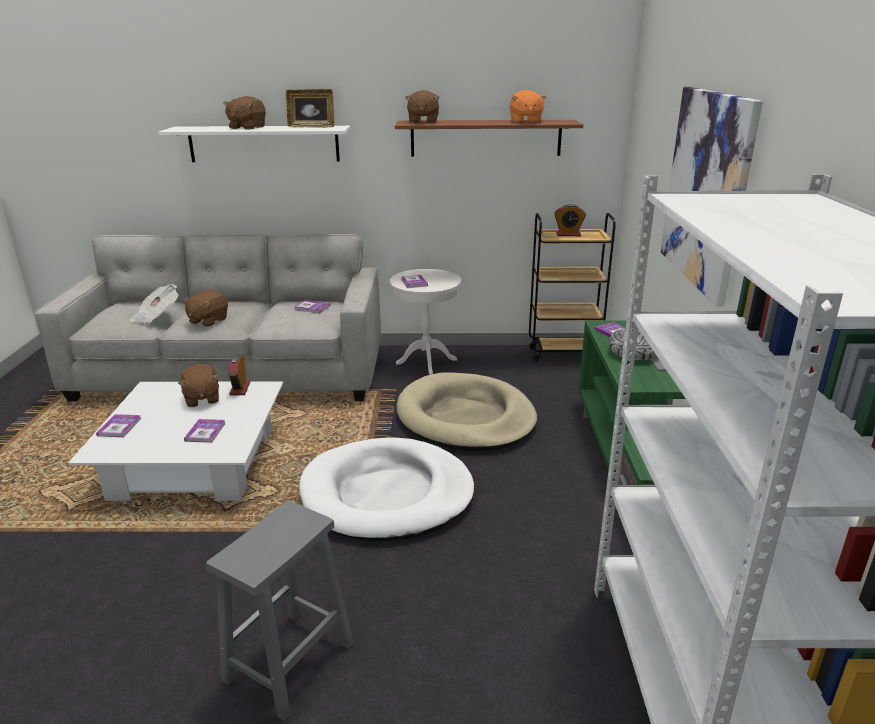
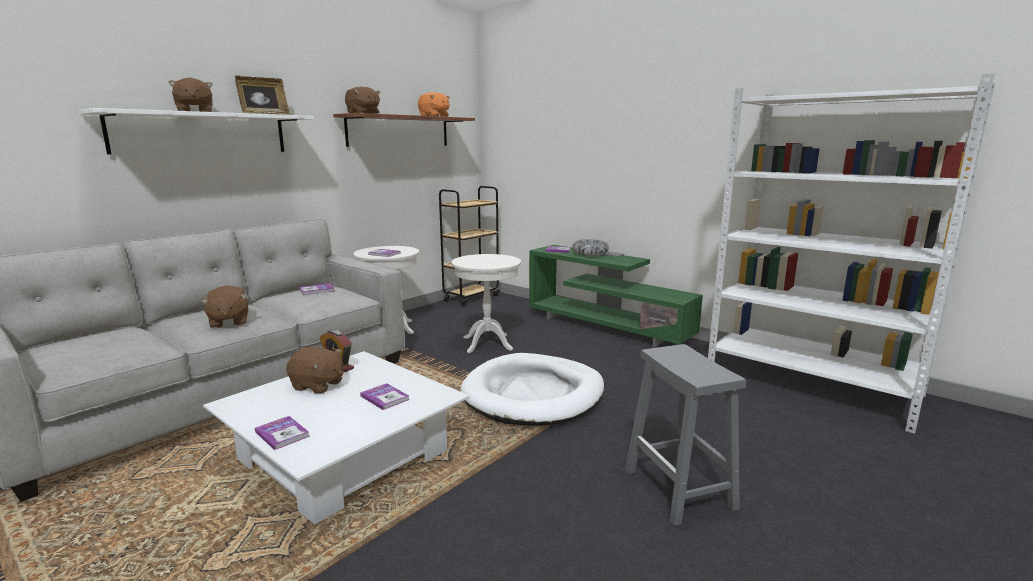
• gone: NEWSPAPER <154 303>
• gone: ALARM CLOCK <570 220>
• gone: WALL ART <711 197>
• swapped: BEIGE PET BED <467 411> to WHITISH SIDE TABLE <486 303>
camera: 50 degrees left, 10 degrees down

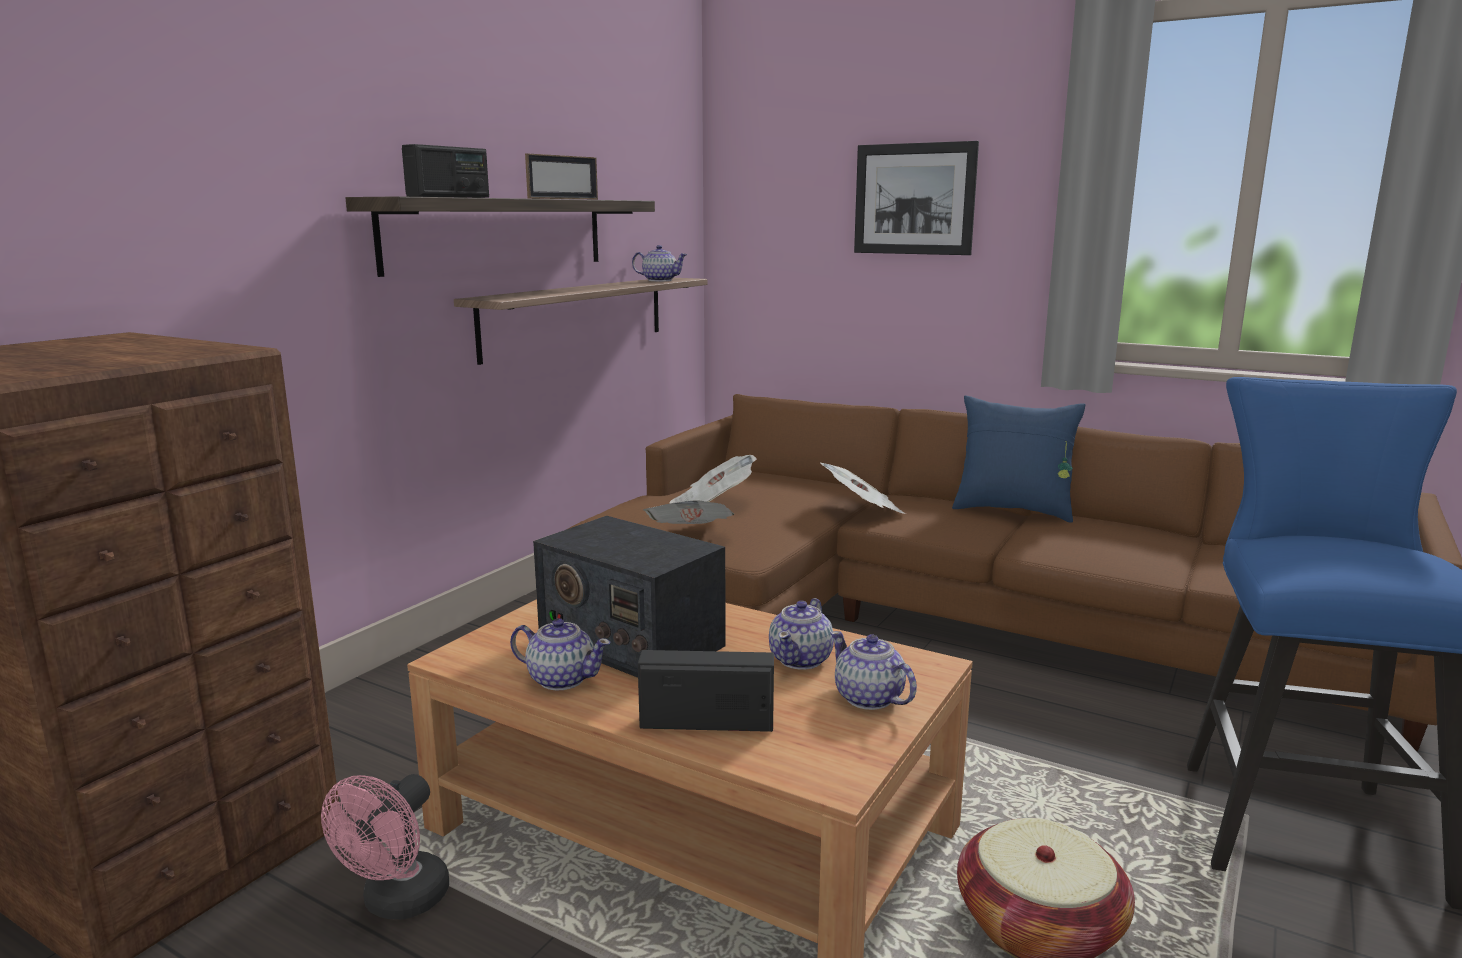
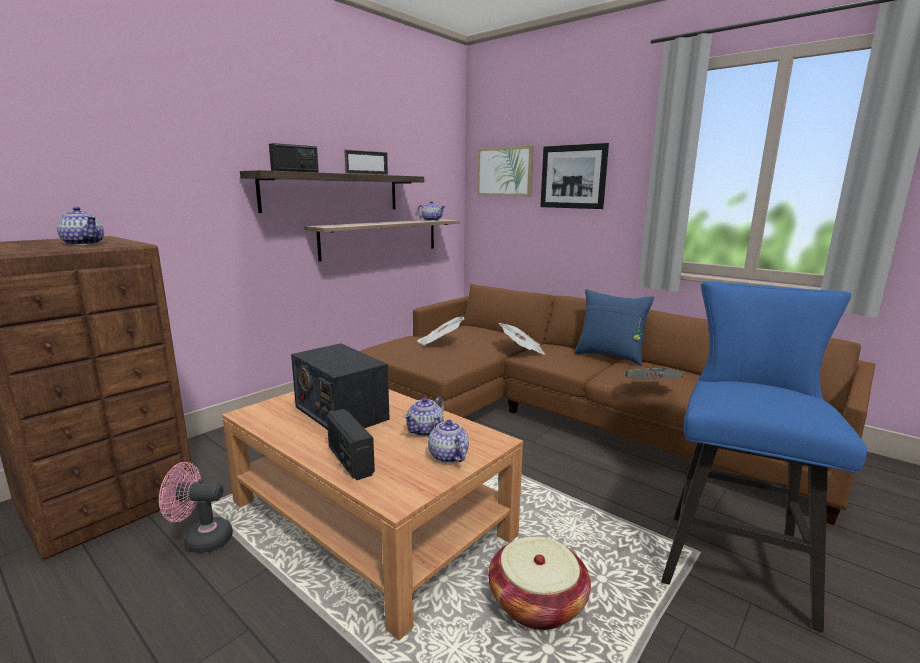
• new: WALL ART <505 171>
• shifted: POT FOR TEA <560 654> to <80 226>
• shifted: NEWSPAPER <688 512> to <653 374>
• rotated: PINKISH FAN <385 847> = <196 507> 60 degrees clockwise
• rotated: RADIO <706 691> = <351 444> 135 degrees counterclockwise
camera: 10 degrees right, 0 degrees up

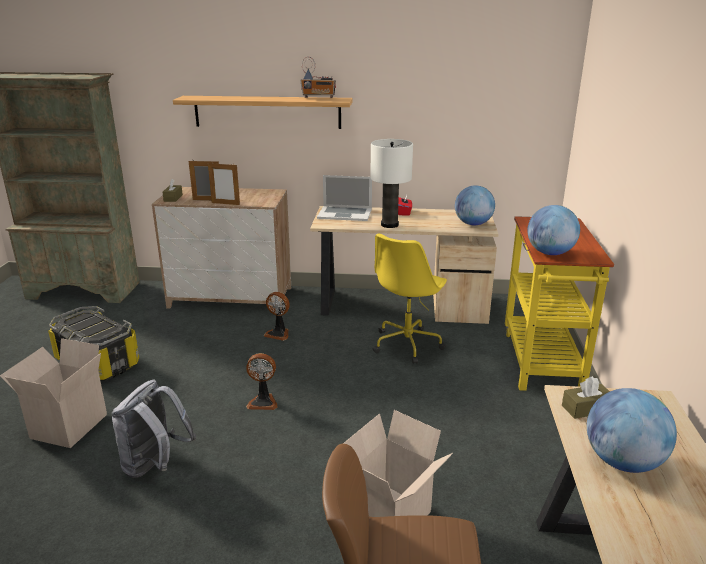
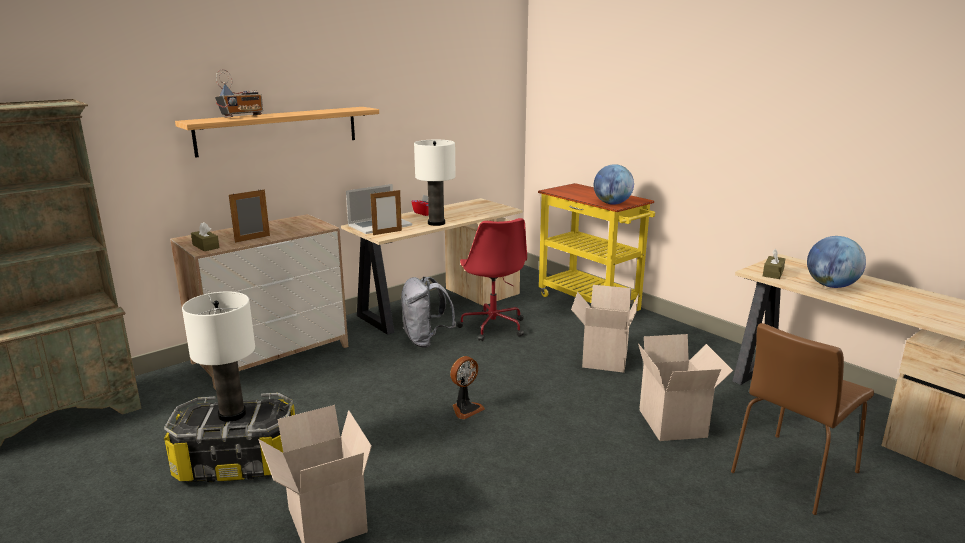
• gone: FAN <277 316>
• gone: GLOBE <475 205>
• new: WHITISH TABLETOP LAMP <218 356>
• new: PACKING BOX <605 329>
• shifted: GRAY RUCKSACK <154 429> to <428 312>
• shifted: STANDING FRAME <224 183> to <386 212>
• shifted: RADIO <318 77> to <239 93>
• repainted: YELLOW DESK CHAIR <410 298> to RED DESK CHAIR <492 279>
camera: 45 degrees left, 5 degrees down

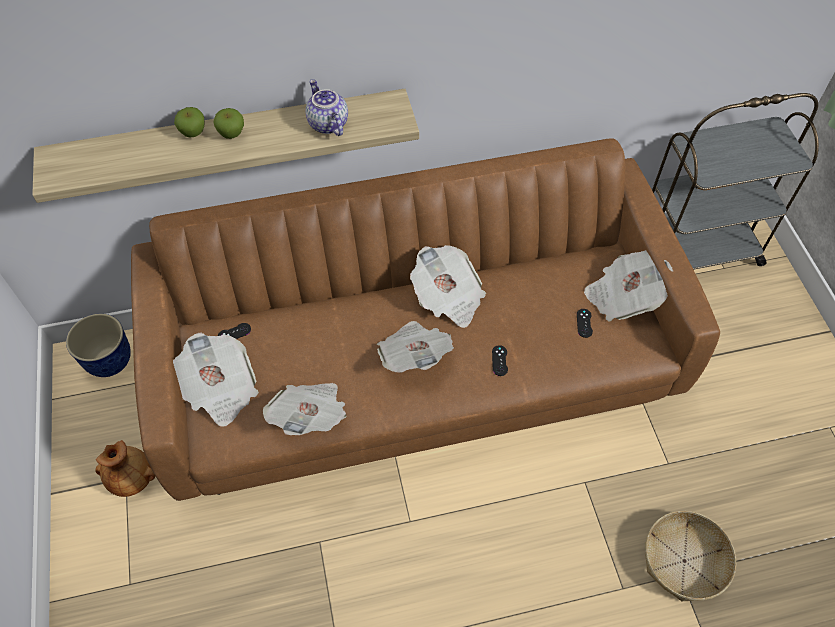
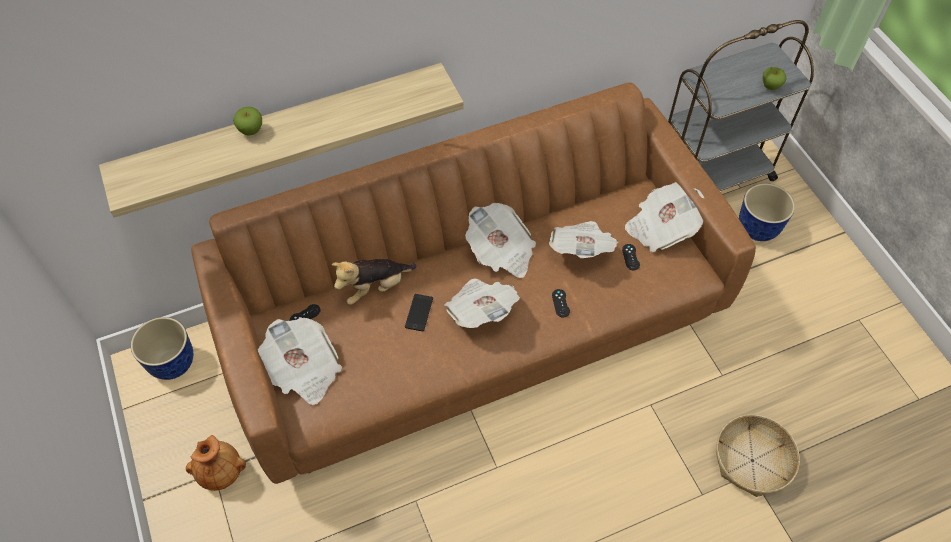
• gone: POT FOR TEA <327 107>
• new: SOFT TOY <374 282>
• new: PHONE <419 312>
• new: PLANTER <767 212>
• shifted: APPLE <228 123> to <774 78>
• shifted: NEWSPAPER <305 409> to <583 239>
camera: 10 degrees left, 0 degrees up

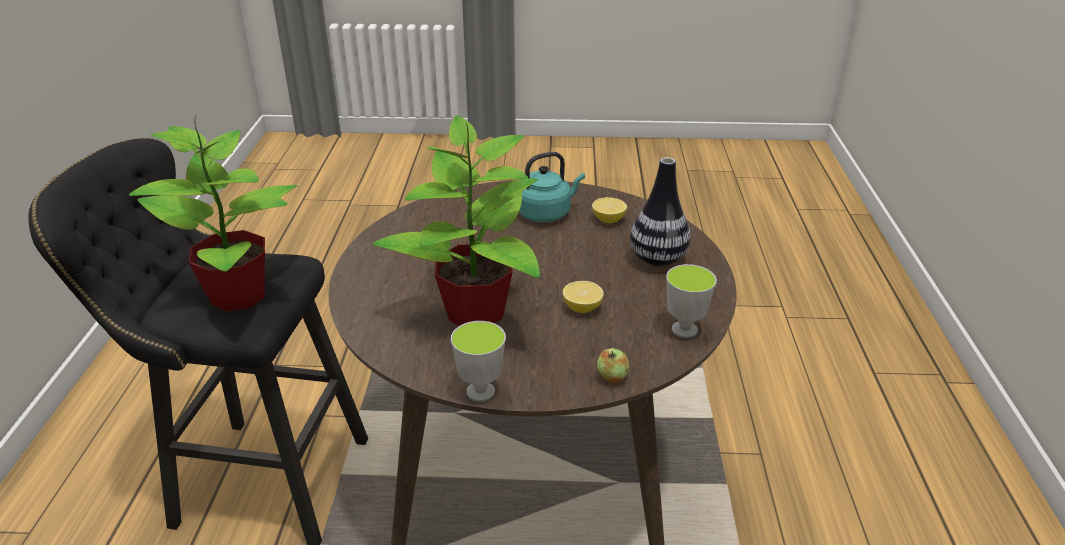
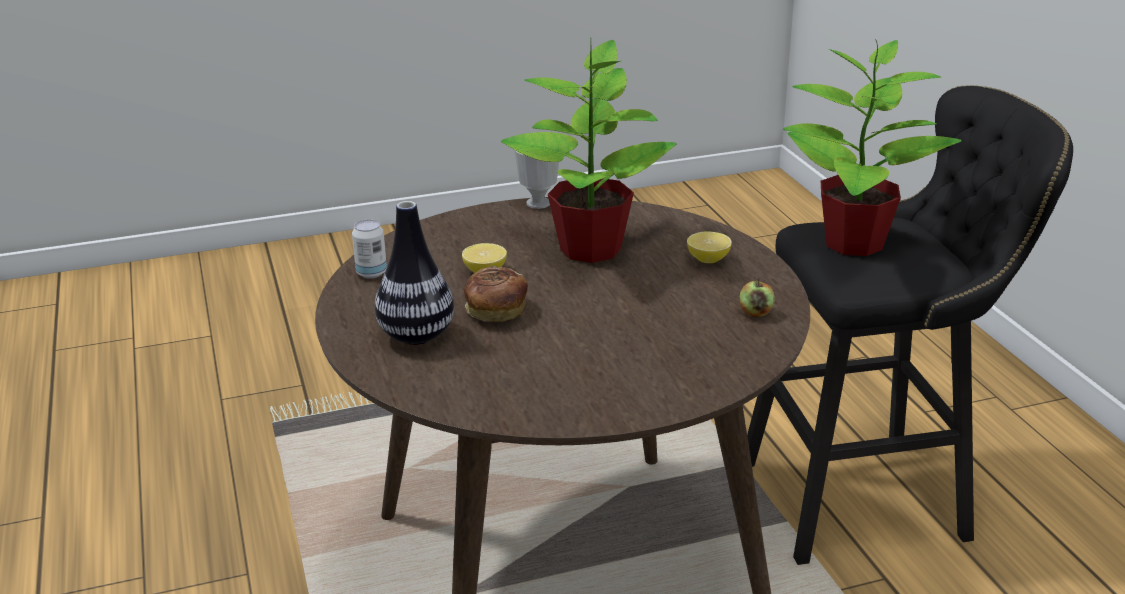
• gone: BLUE-GREEN WATER KETTLE <552 187>
• new: BAKERY BREAD <496 294>
• shifted: WHOLE LEMON <609 210> to <709 247>
• shifted: APPLE <613 365> to <757 297>
• swapped: CUP <691 301> to SEALED CAN <369 249>
camera: 160 degrees right, 5 degrees down

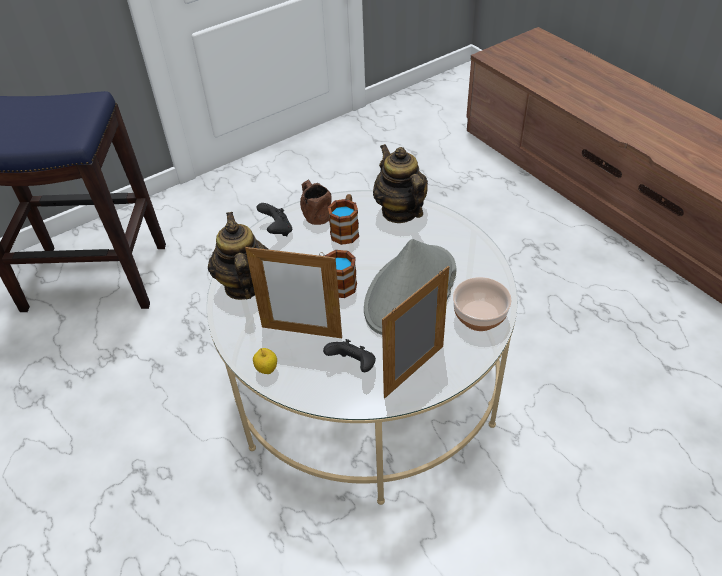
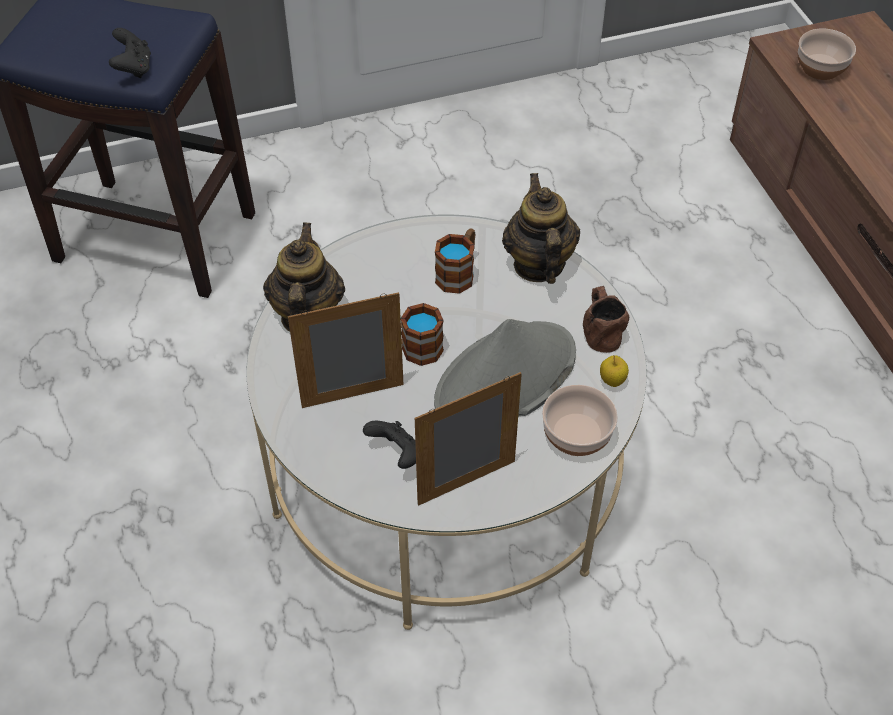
• new: BOWL <827 54>
• shifted: APPLE <265 361> to <614 371>
• shifted: BLACK GAME CONTROLLER <274 219> to <130 53>
• shifted: BROWN TEA MUG <316 202> to <606 319>
• rotated: STANDING FRAME <293 291> = <346 350> 135 degrees clockwise
camera: 15 degrees right, 5 degrees up

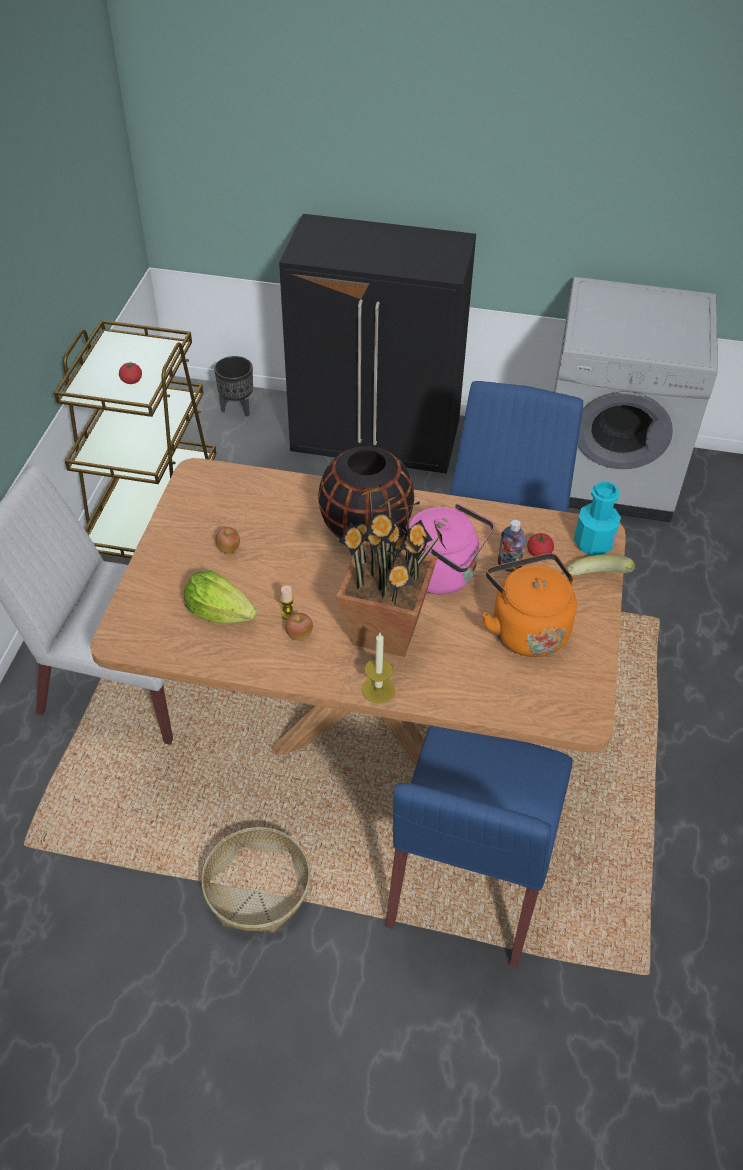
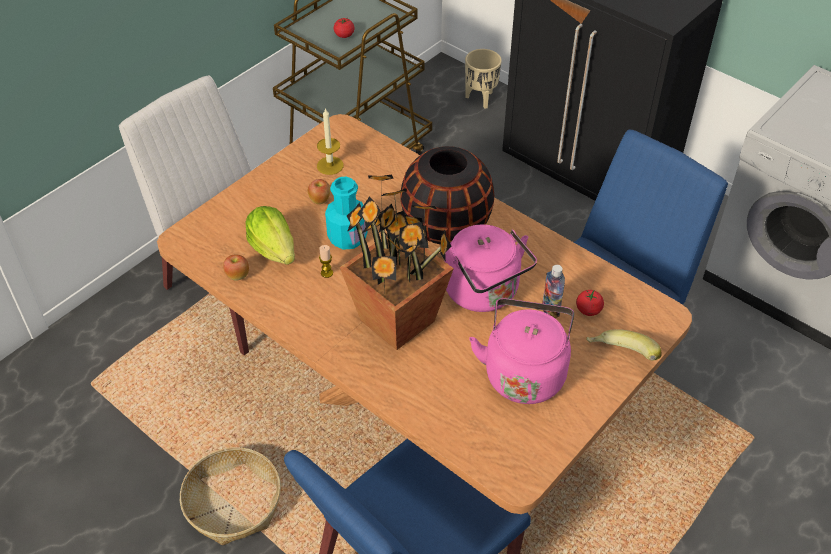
• shifted: APPLE <299 627> to <236 267>
• shifted: WAX LIGHT <378 668> to <330 141>
• shifted: BLUE-GREEN BOTTLE <597 519> to <346 213>
• repainted: BLACK PLANTER <233 386> to BEIGE PLANTER <483 79>
• repainted: ORANGE-COLOURED WATER KETTLE <529 605> to PINKISH WATER KETTLE <521 351>
camera: 30 degrees right, 0 degrees up

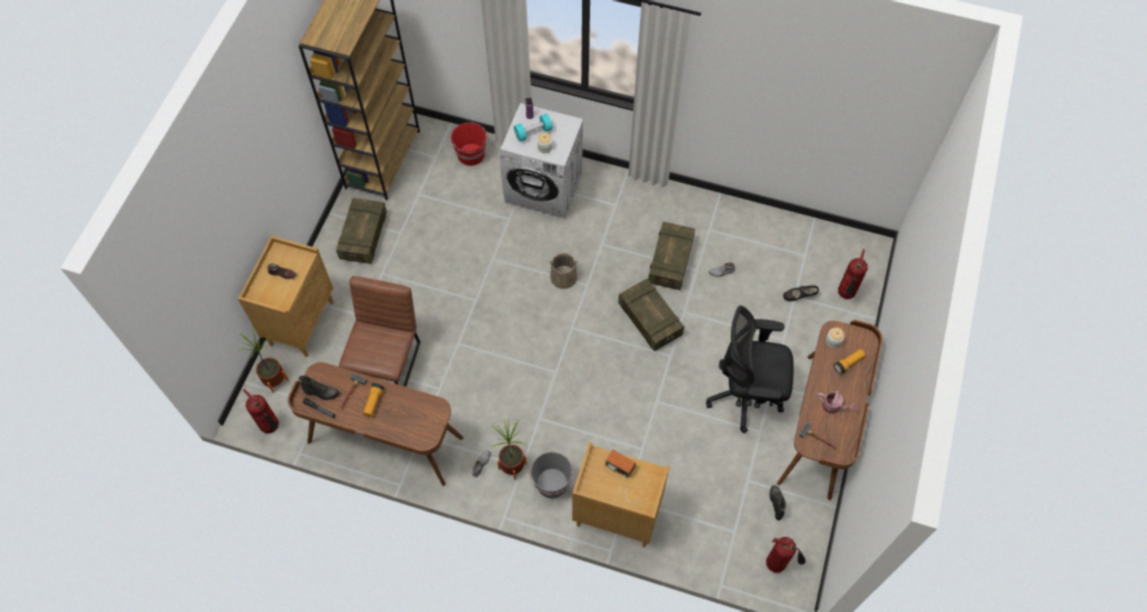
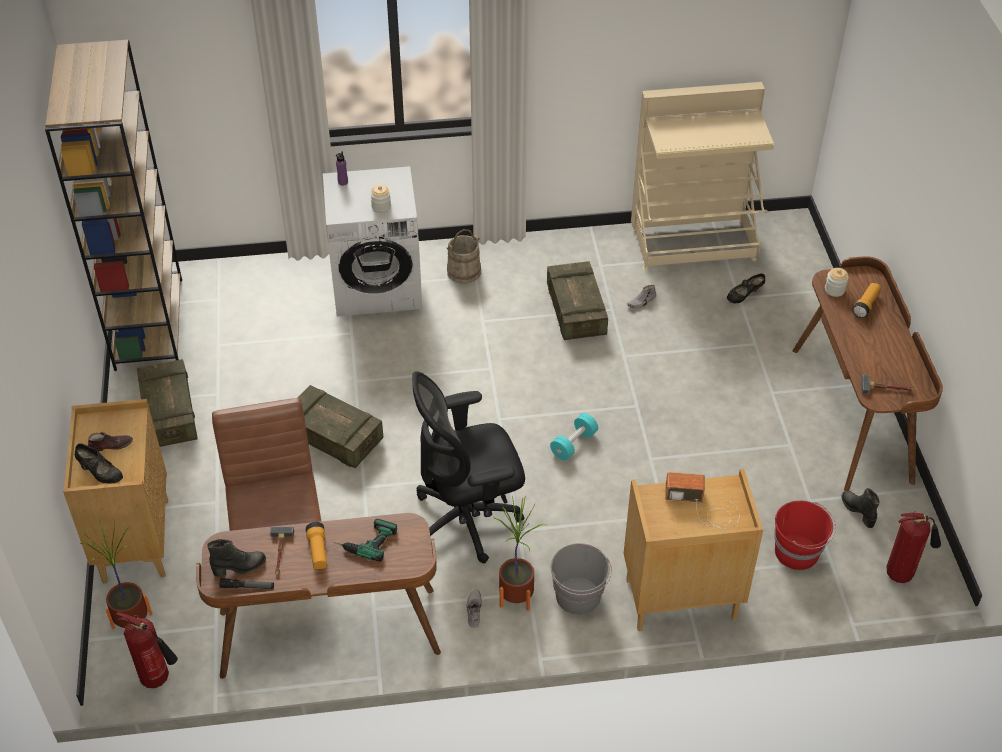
• gone: SPRINKLING CAN <837 402>
• gone: EXTINGUISHER <853 274>
• new: BLACK ITEM OF FOOTWEAR <99 463>
• new: ELECTRIC DRILL <365 540>
• new: BEIGE SHOE STAND <702 176>
• shifted: RED WATER BUCKET <469 144> to <805 535>
• shifted: BLUE-GREEN FREE WEIGHT <533 128> to <574 436>
• shifted: BEIGE WATER BUCKET <563 271> to <464 256>
• shifted: PACKING CRATE <651 314> to <340 426>
• shifted: BLACK DESK CHAIR <749 369> to <468 467>
camera: 25 degrees left, 15 degrees down

